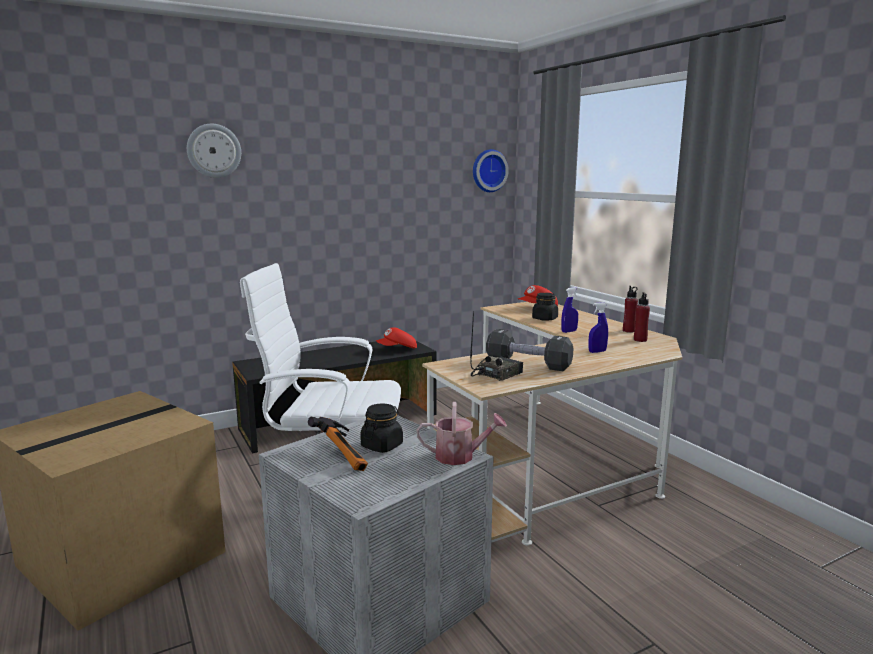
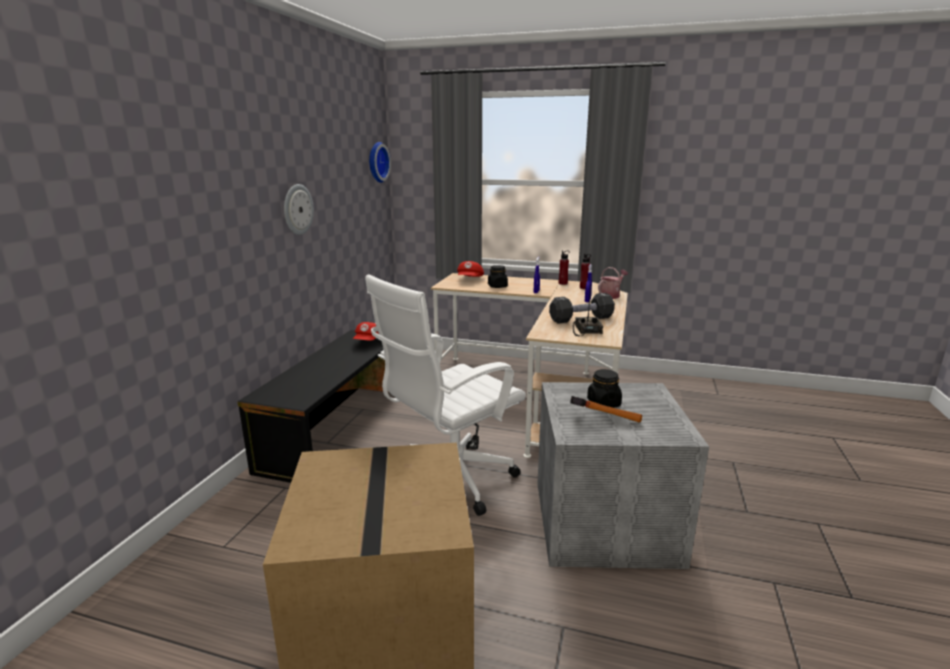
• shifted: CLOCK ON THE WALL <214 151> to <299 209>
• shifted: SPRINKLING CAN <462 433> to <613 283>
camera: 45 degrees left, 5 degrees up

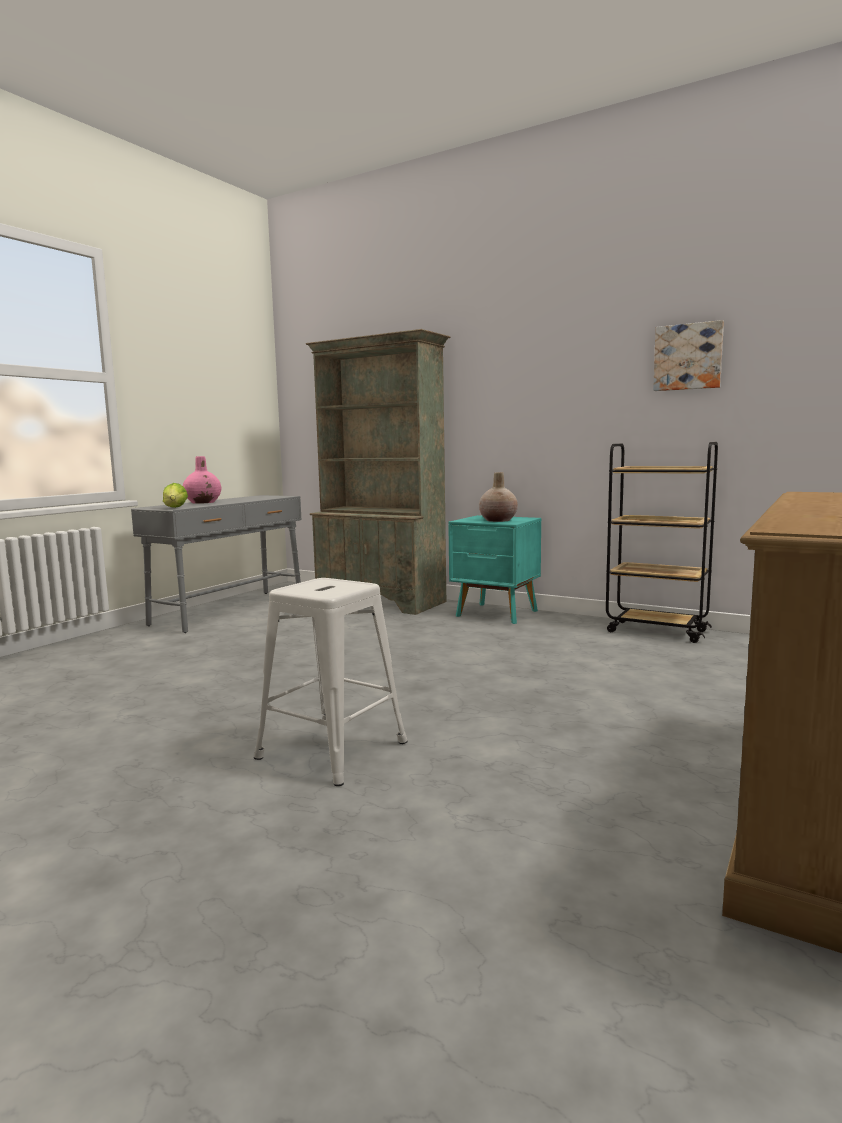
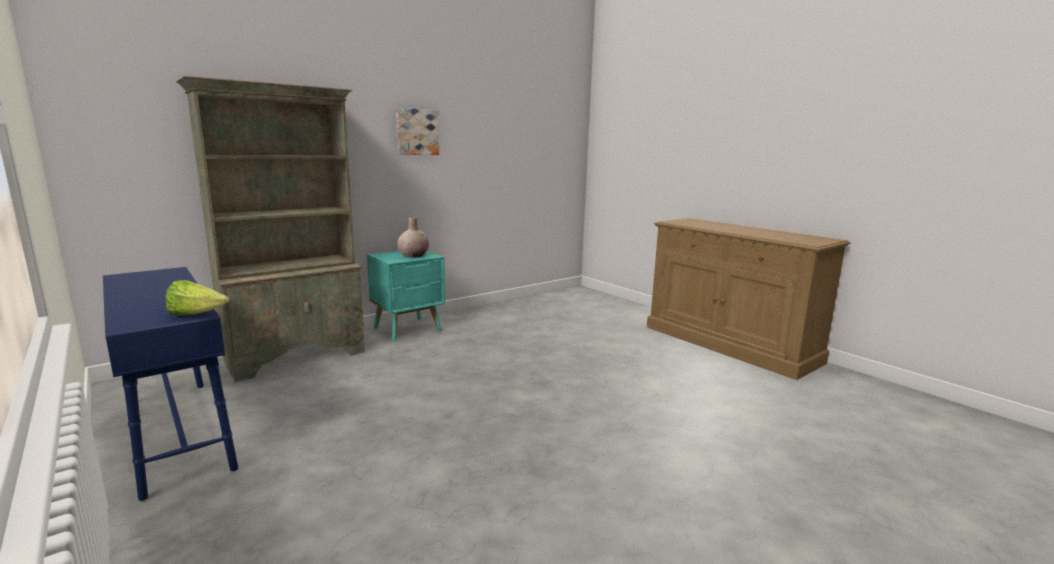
• gone: PINKISH FLOWER VASE <202 480>
• gone: WHITISH STOOL <331 682>
• gone: BROWN TROLLEY <662 542>
• shifted: WALL ART <688 355> to <417 131>
• repainted: GRAY HALL TABLE <216 564> to BLUE HALL TABLE <170 384>
camera: 70 degrees left, 5 degrees up

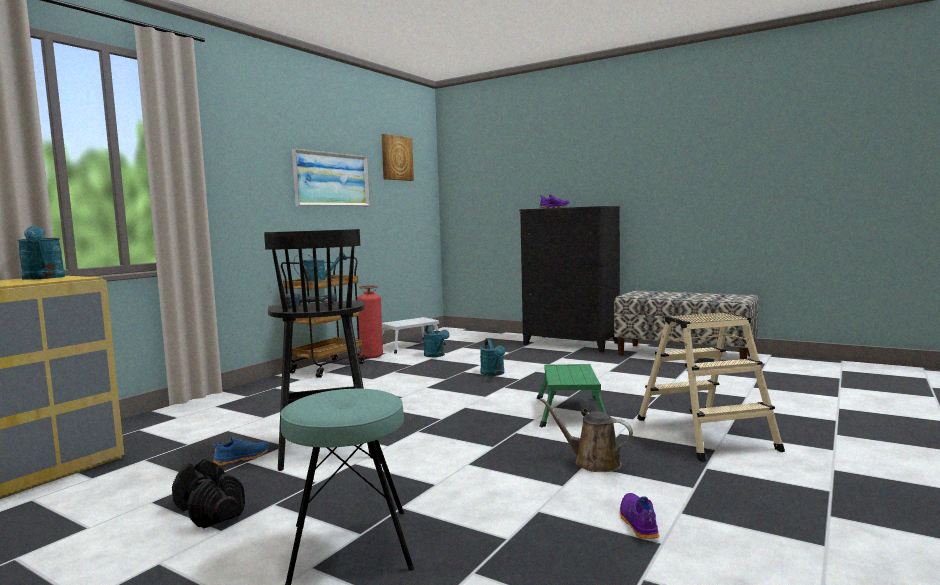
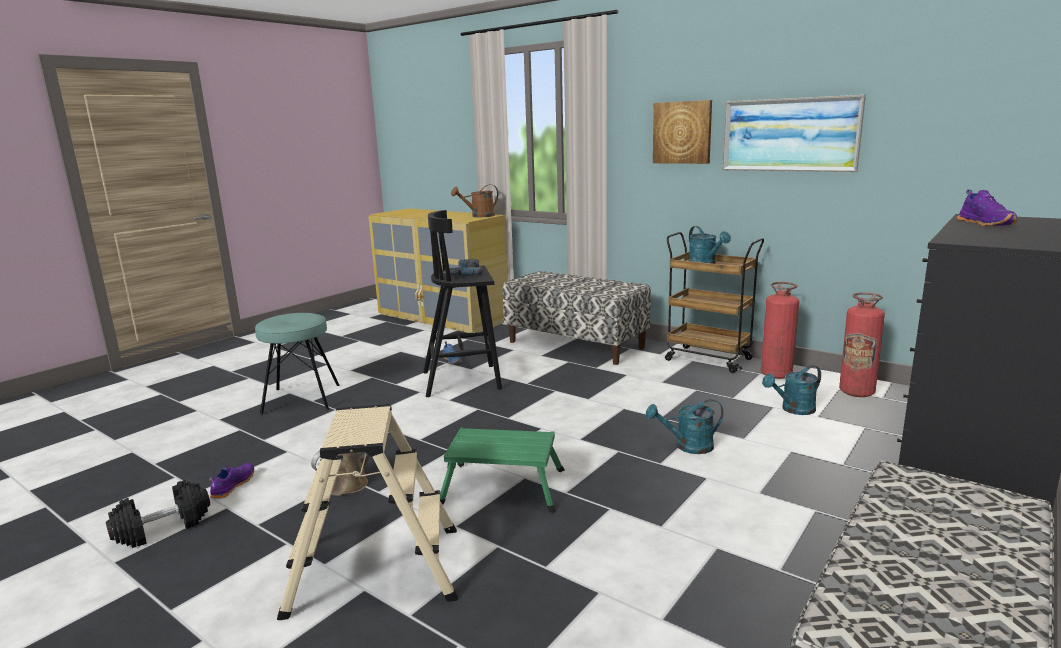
• new: BENCH <576 318>
• shifted: BLACK FREE WEIGHT <208 493> to <158 514>
• shifted: WALL ART <398 157> to <682 132>
• swapped: WHITISH STEPLADDER <414 335> to EXTINGUISHER <862 344>
• repainted: BLUE-GREEN SPRINKLING CAN <41 253> to BROWN SPRINKLING CAN <474 200>
• rotated: PURPLISH ITEM OF FOOTWEAR <639 516> = <231 481> 75 degrees counterclockwise
camera: 95 degrees right, 10 degrees up

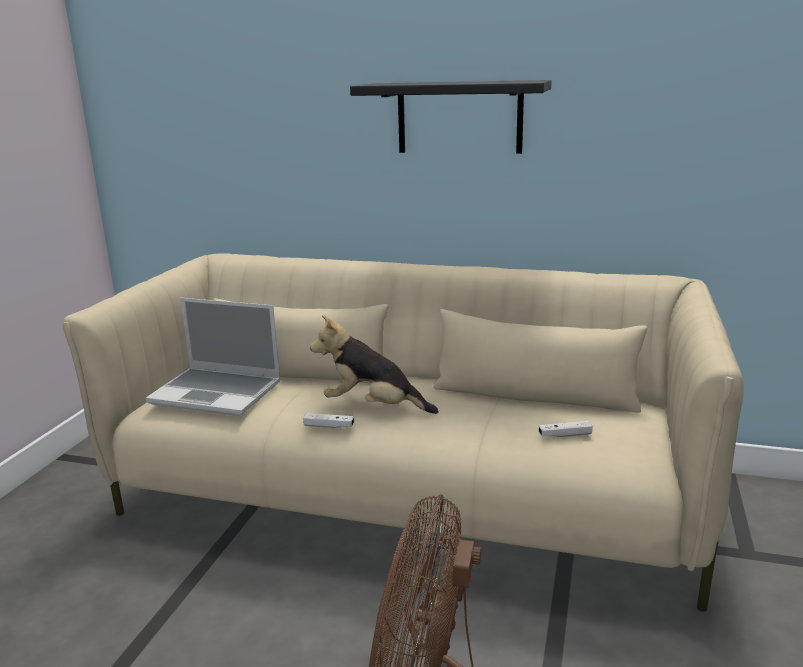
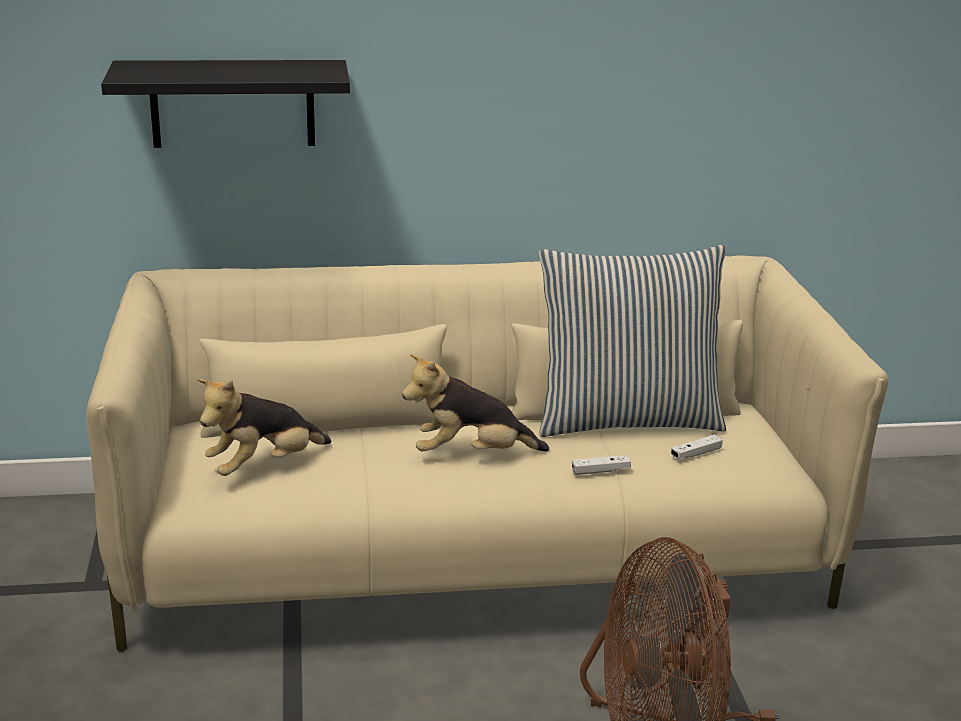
• new: PILLOW <632 341>
• shifted: WHITISH GAME CONTROLLER <328 420> to <601 465>
• shifted: BLACK BRACKET SHELF <450 117> to <225 104>
• swapped: LAPTOP <213 357> to SOFT TOY <264 427>
camera: 25 degrees left, 5 degrees up

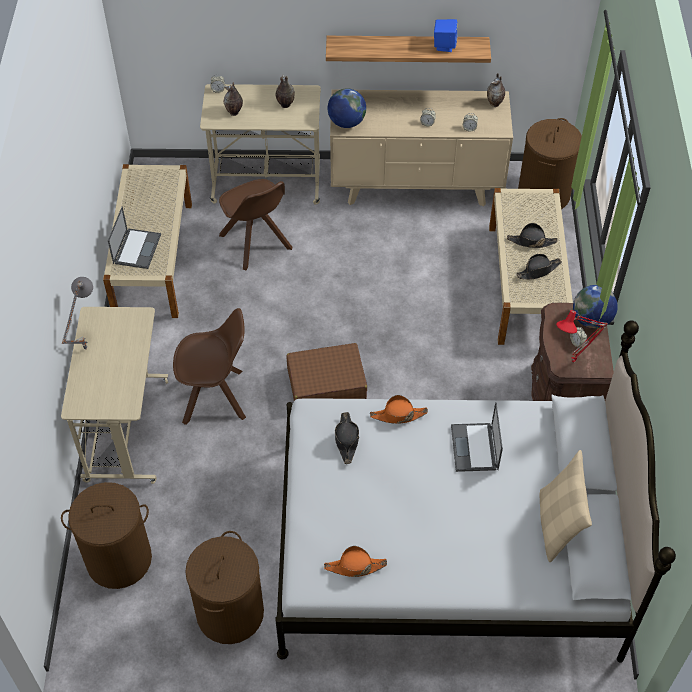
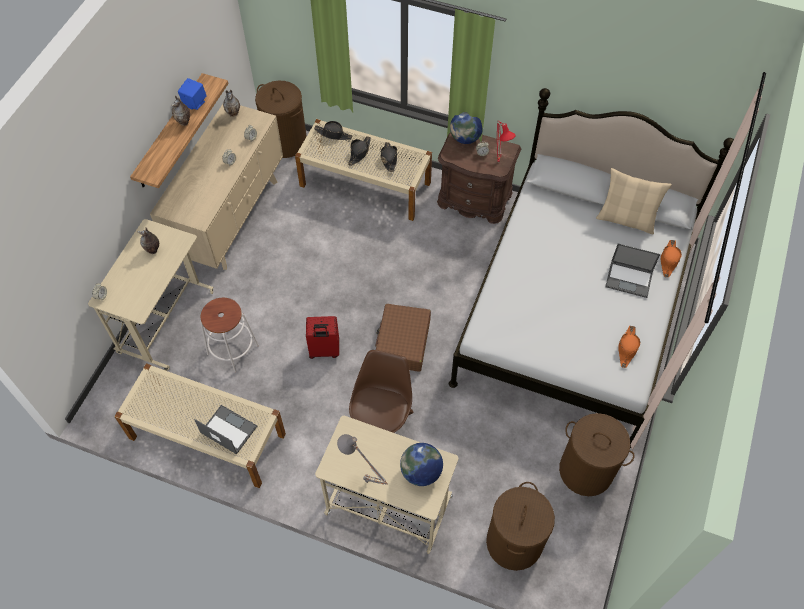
• new: RED SUITCASE <322 337>
• shifted: FLOWER VASE <233 99> to <180 110>
• shifted: GLOBE <347 108> to <421 464>
• shifted: BLACK CLOTHING HAT <347 438> to <333 130>
• shifted: ORANGE-COLOURED CLOTHING HAT <399 409> to <671 258>
• shifted: LAPTOP <477 437> to <632 271>
• swapped: BROWN UPRIGHT CHAIR <255 225> to WHITISH STOOL <229 335>
camera: 70 degrees left, 5 degrees up

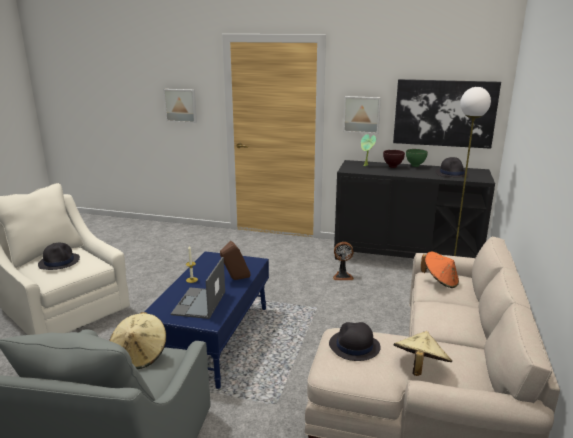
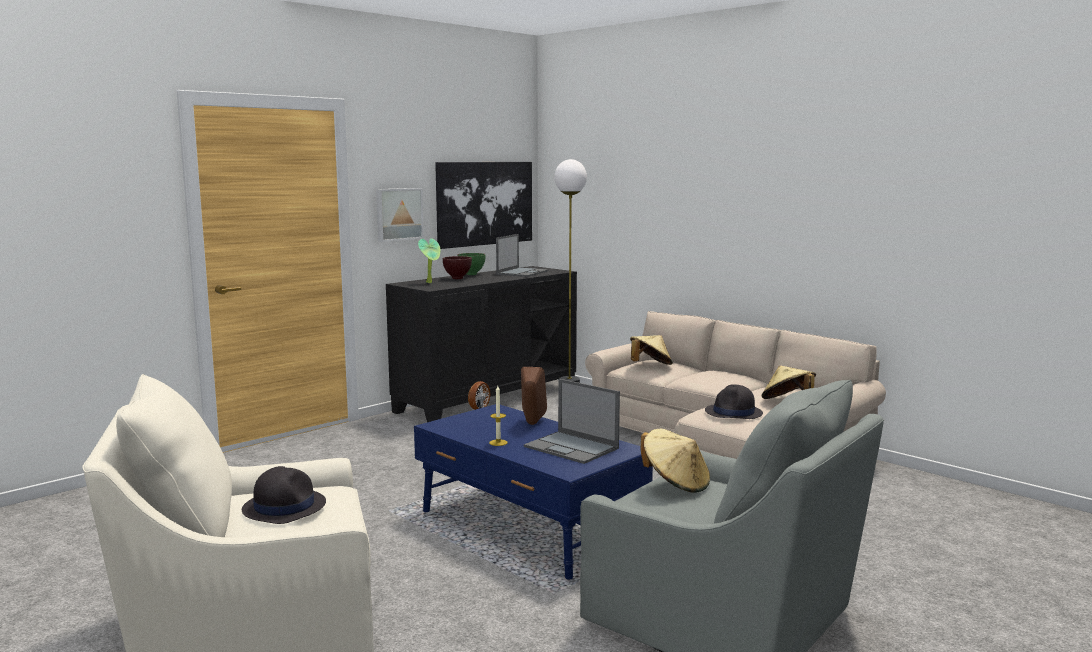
• gone: WALL ART <180 106>
• swapped: BLACK CLOTHING HAT <452 167> to LAPTOP <522 255>
• repainted: ORANGE-COLOURED CLOTHING HAT <440 270> to BEIGE CLOTHING HAT <651 350>
camera: 60 degrees left, 10 degrees down

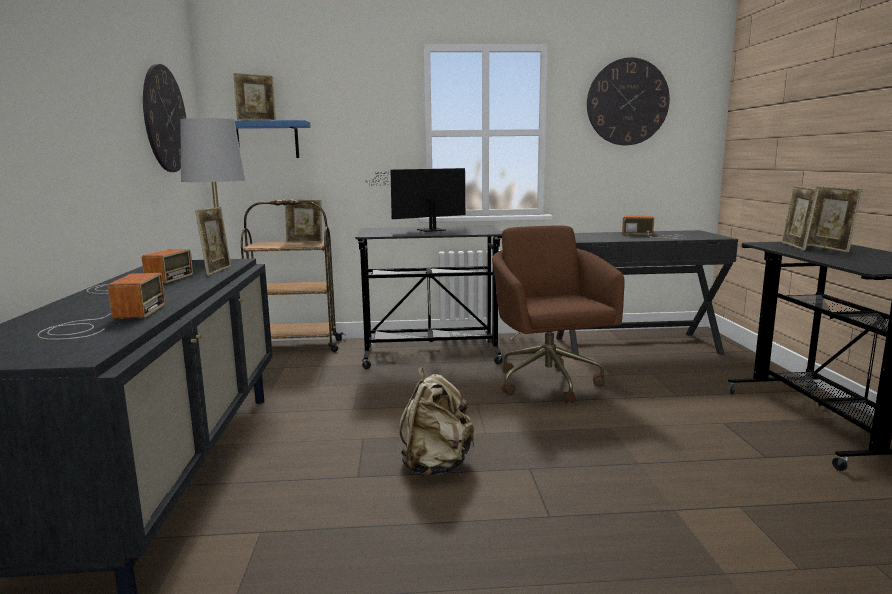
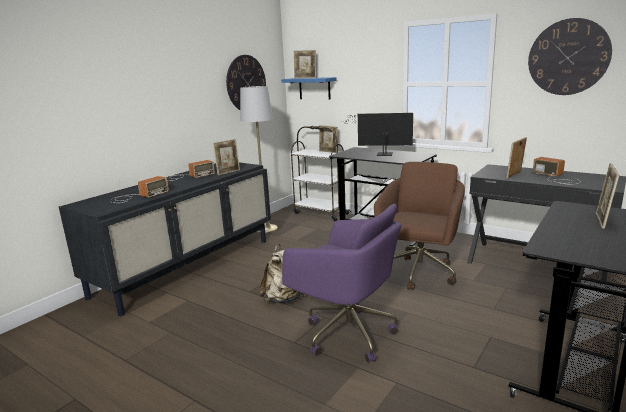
• new: PURPLISH DESK CHAIR <341 283>
• shifted: STANDING FRAME <800 217> to <516 158>
• repainted: BROWN TROLLEY <293 276> to WHITISH TROLLEY <321 174>
camera: 40 degrees right, 5 degrees up

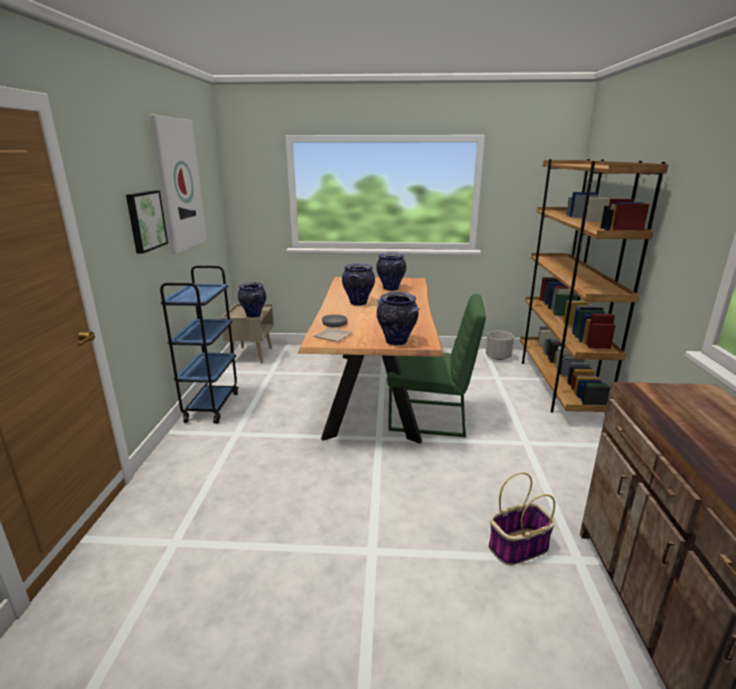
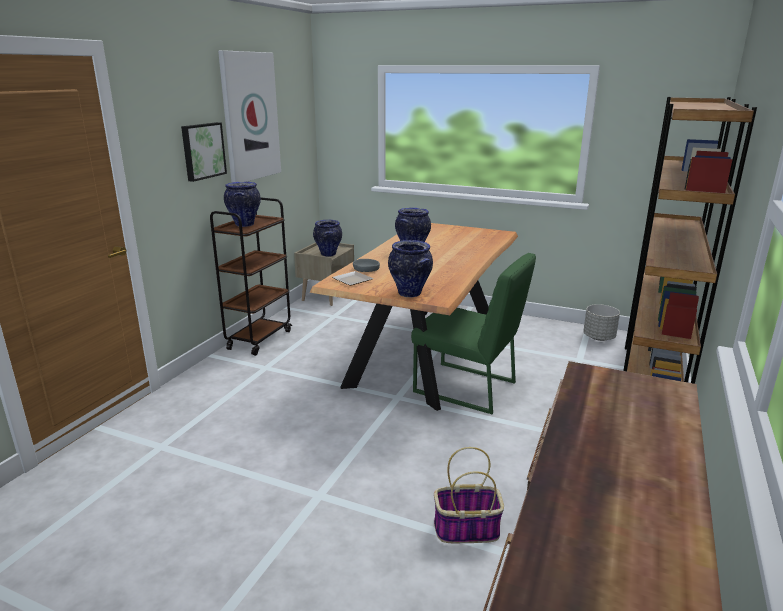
• shifted: FLOWER VASE <391 272> to <242 204>
• repainted: BLUE TROLLEY <199 345> to BROWN TROLLEY <251 276>
camera: 20 degrees right, 0 degrees up

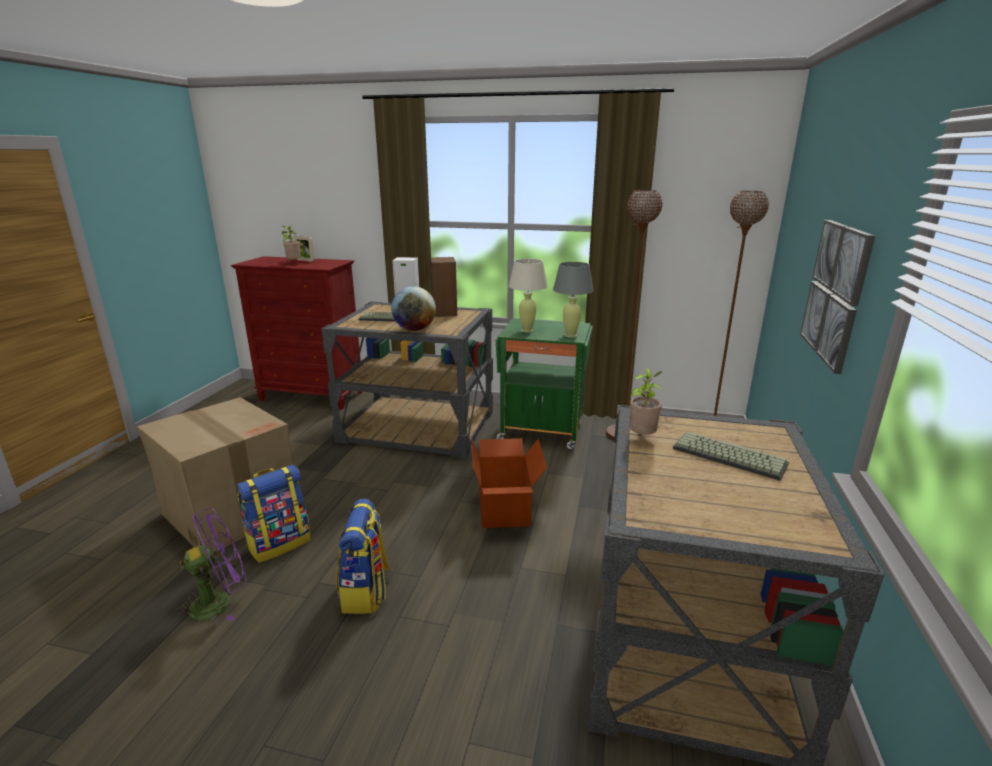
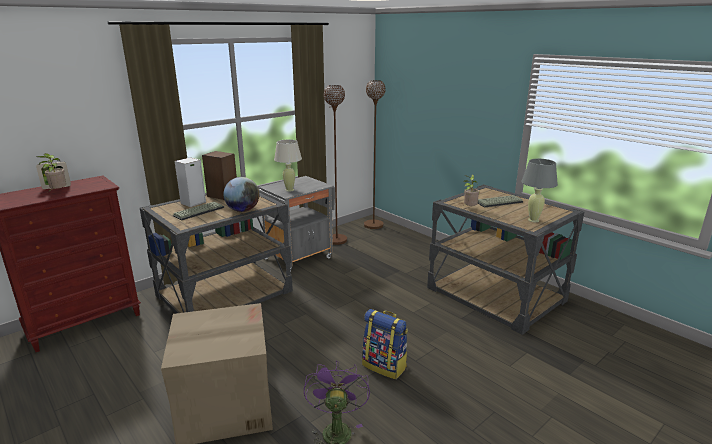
• gone: RUCKSACK <274 514>
• gone: PACKING BOX <509 483>
• gone: WALL ART <837 297>
• shifted: GRAY TABLETOP LAMP <573 300> to <539 190>
• repainted: GREEN TROLLEY <544 383> to GRAY TROLLEY <297 224>
camera: 55 degrees left, 0 degrees up

